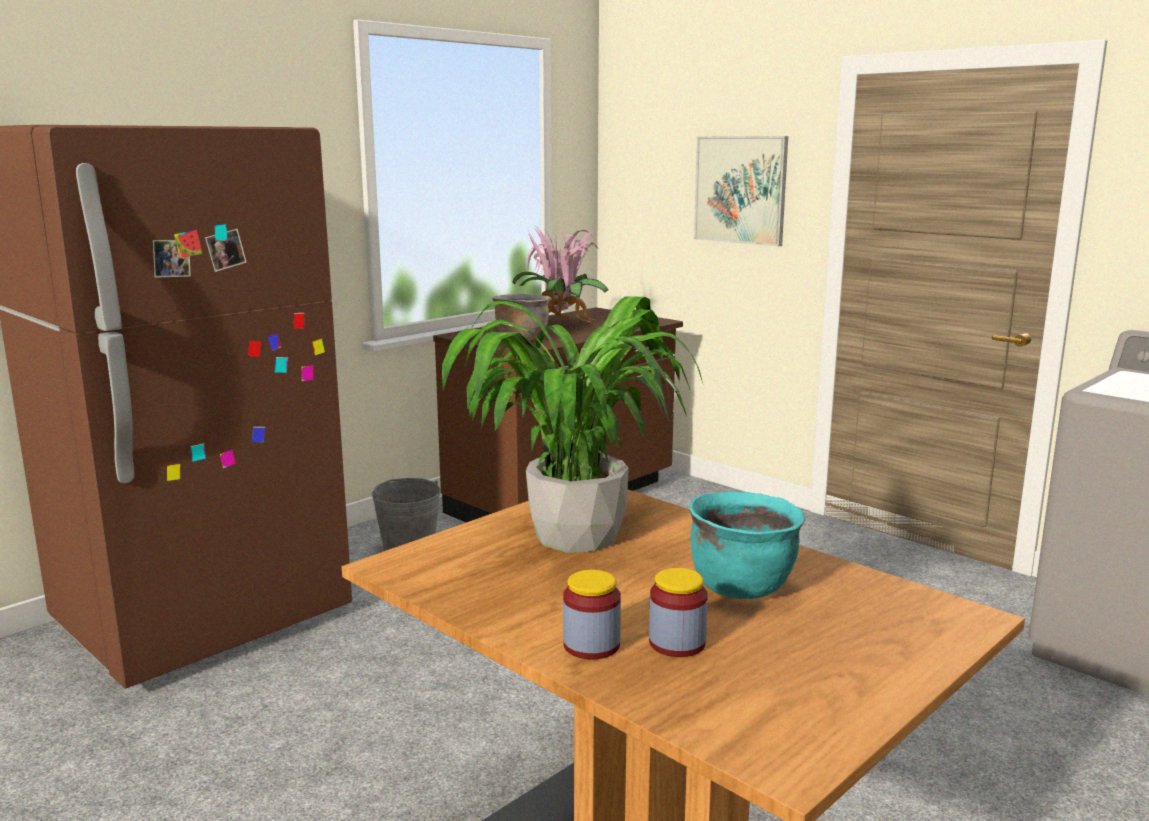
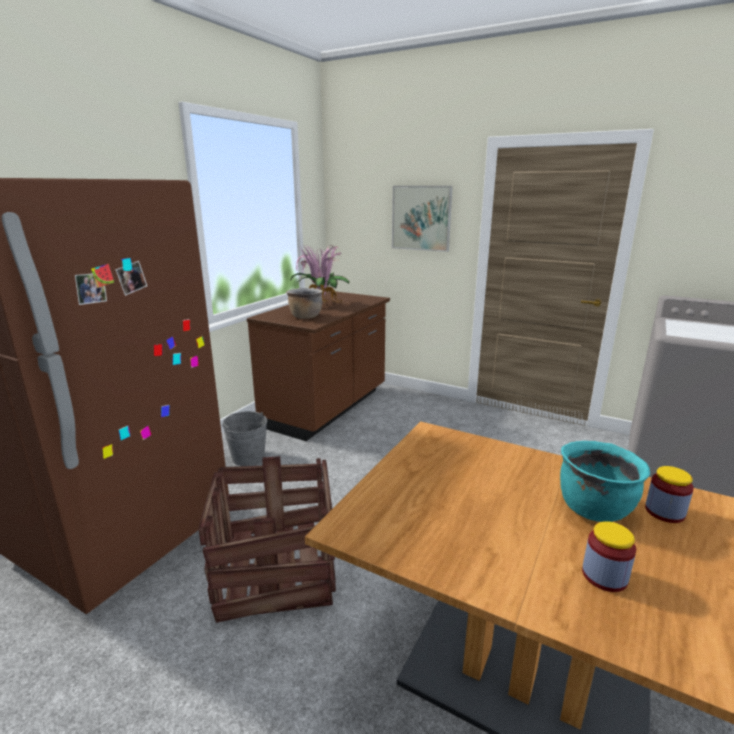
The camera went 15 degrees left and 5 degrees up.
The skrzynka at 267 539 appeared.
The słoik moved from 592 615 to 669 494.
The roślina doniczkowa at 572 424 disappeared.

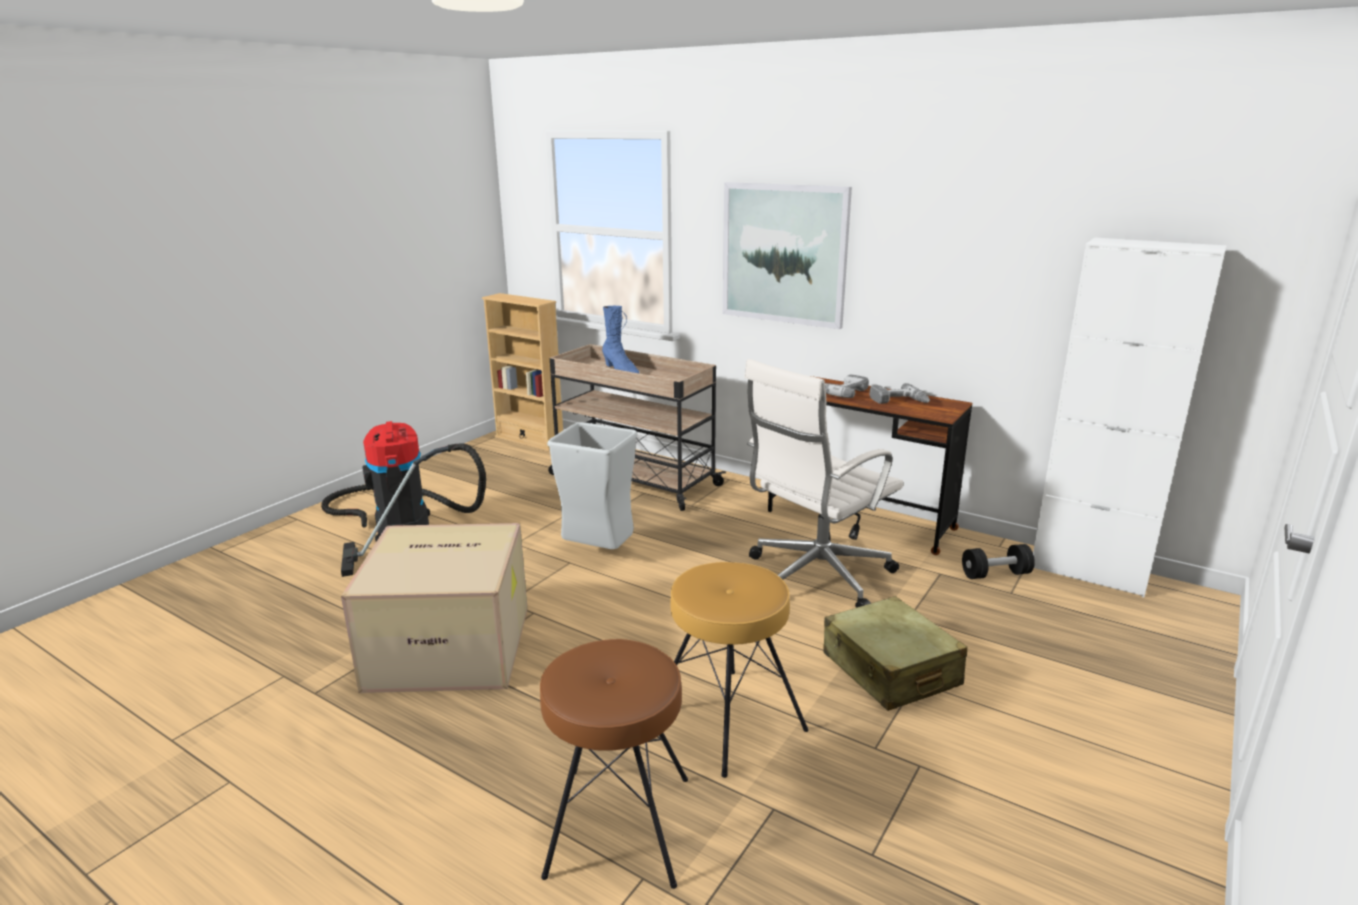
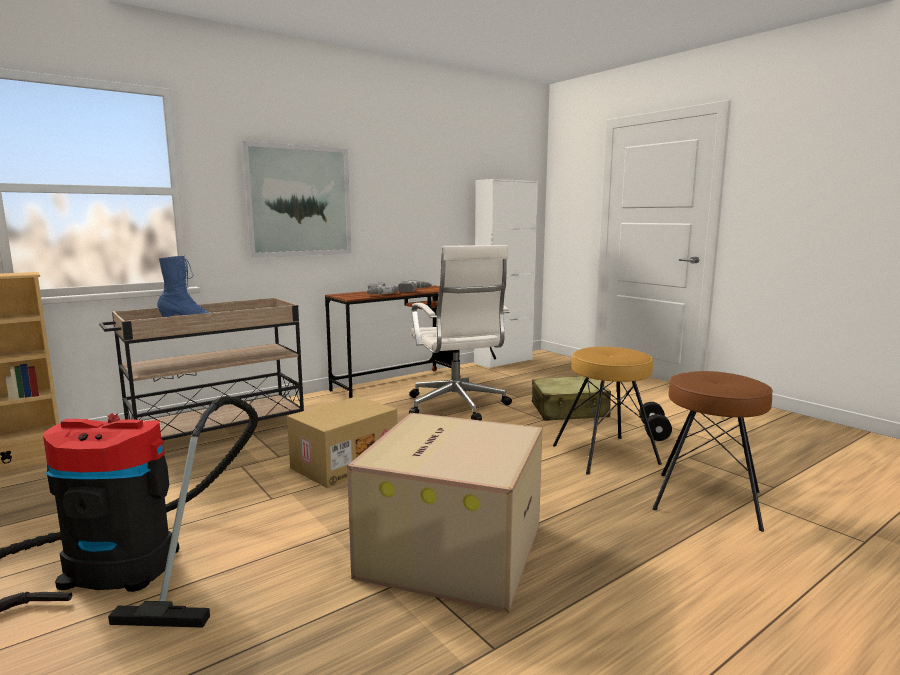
The camera went 70 degrees left and 10 degrees down.
The kosz na śmieci/szary at 592 485 was replaced by the karton at 342 442.
The hantel/czarny moved from 998 561 to 655 421.

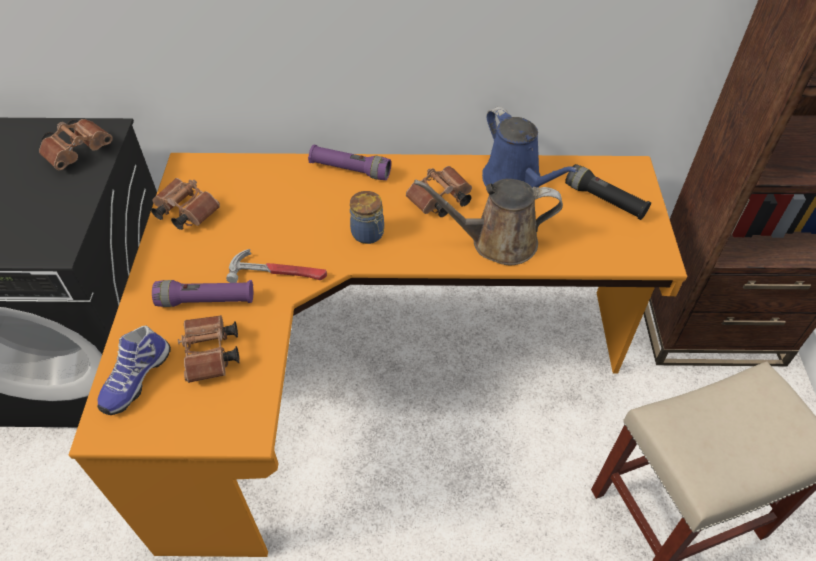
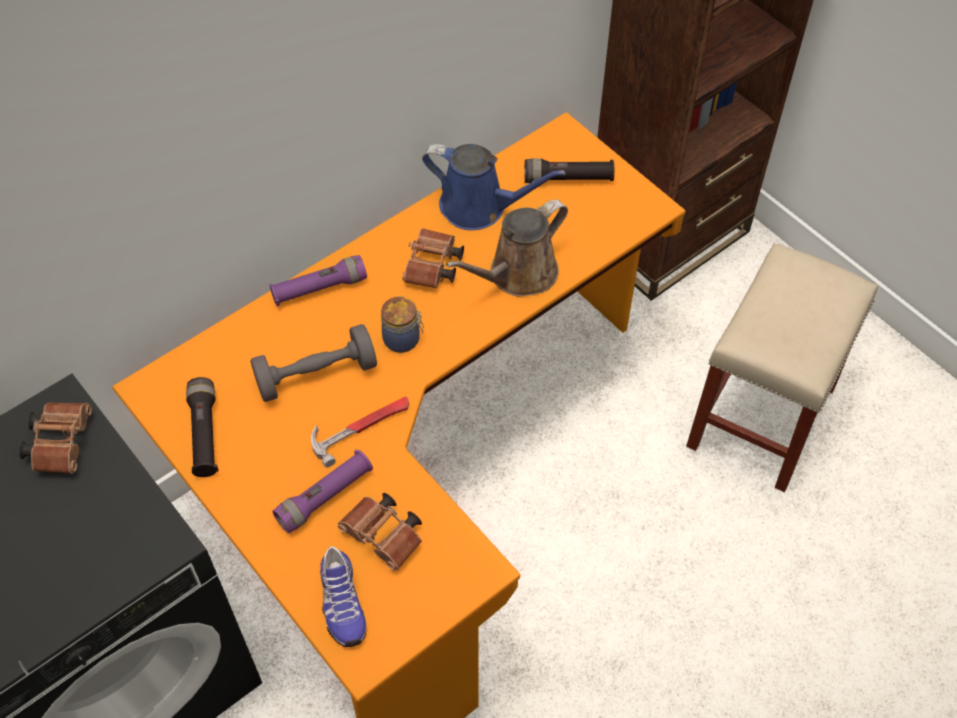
The camera went 40 degrees left and 5 degrees up.
The lornetka/brązowy at 185 204 was replaced by the latarka/czarny at 202 427.
The hantel/szary at 313 363 appeared.

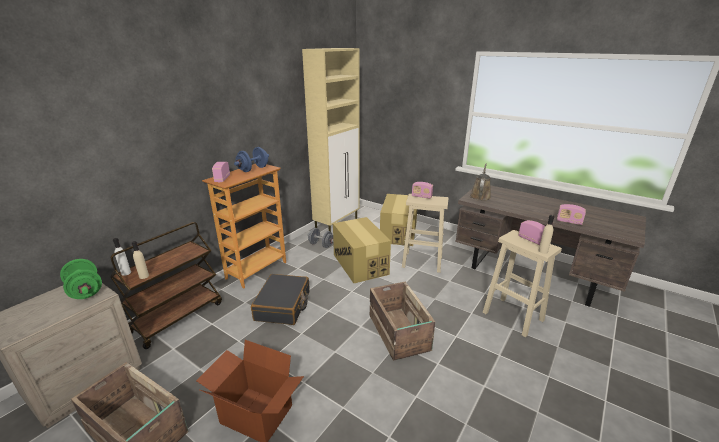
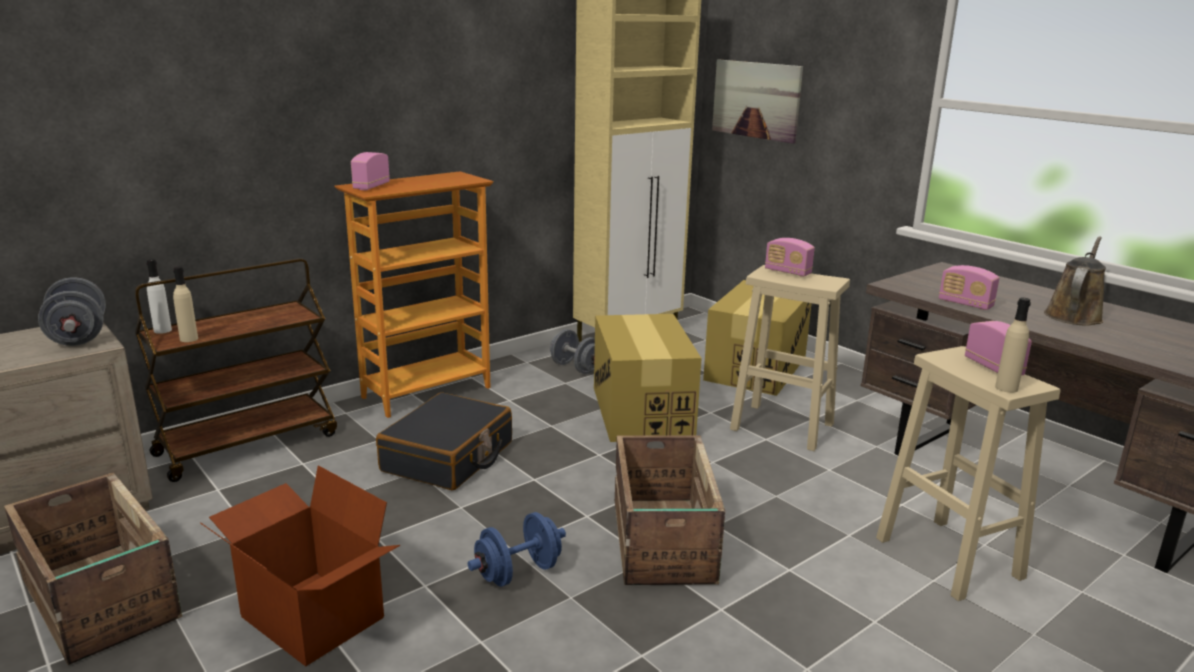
The camera went 15 degrees right and 5 degrees down.
The hantel/zielony at 81 279 became the hantel/szary at 72 311.
The hantel/niebieski moved from 251 159 to 517 549.
The obraz at 757 101 appeared.
The radio moved from 571 214 to 969 287.
The konewka/brązowy moved from 480 182 to 1075 281.

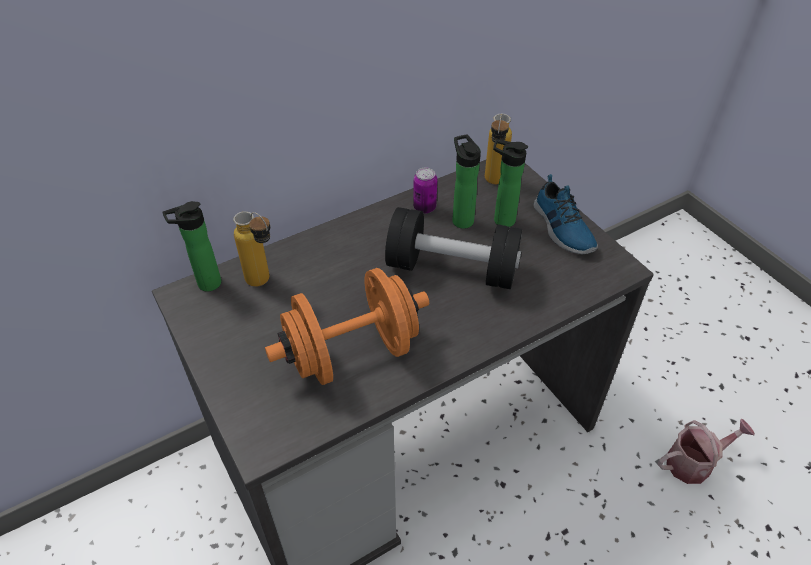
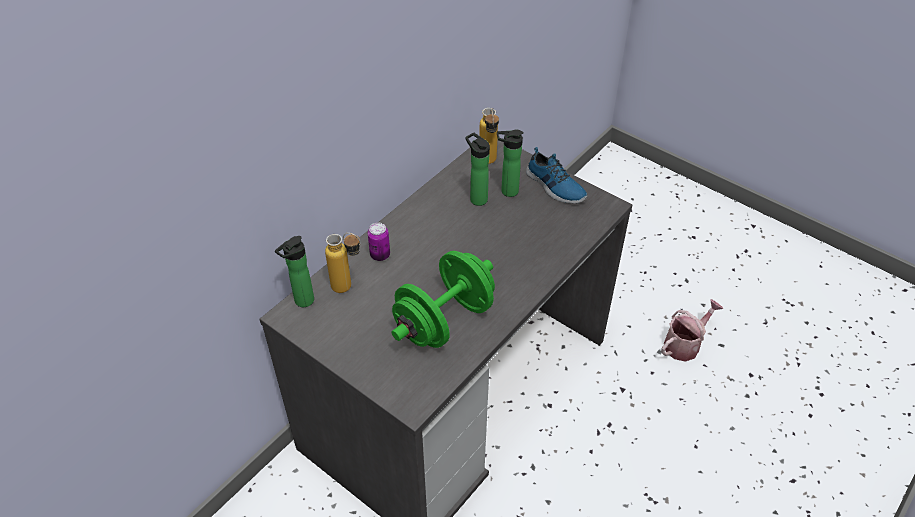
The camera went 20 degrees left and 0 degrees up.
The puszka moved from 425 191 to 379 241.
The hantel/pomarańczowy at 347 326 became the hantel/zielony at 443 299.
The hantel/czarny at 453 248 disappeared.

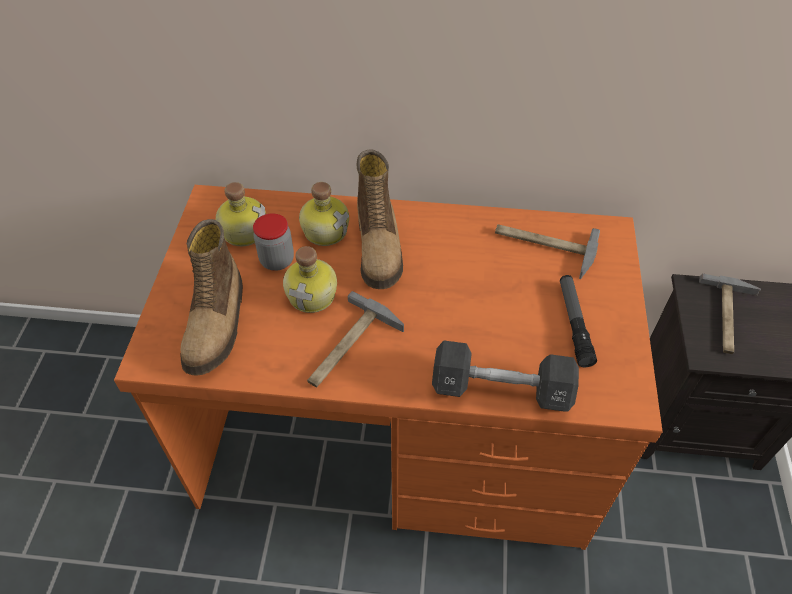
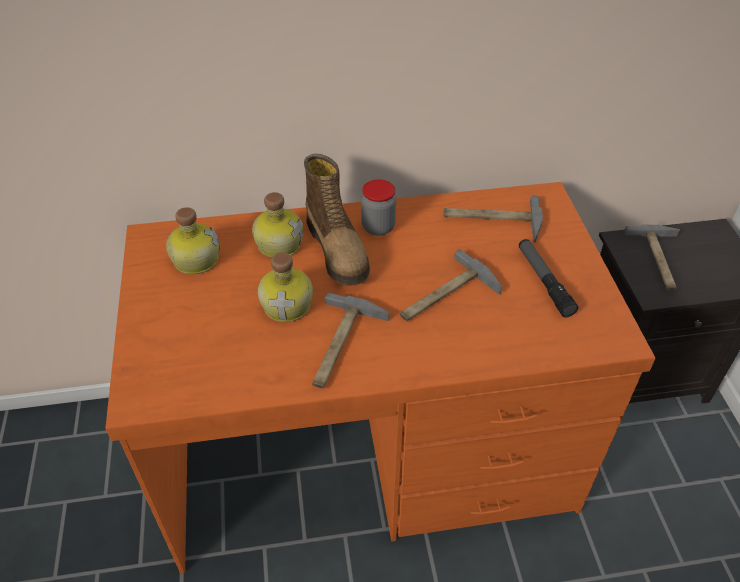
The camera went 15 degrees left and 5 degrees down.
The słoik moved from 273 242 to 378 208.
The młotek at 451 285 appeared.
The but z cholewką at 211 297 disappeared.
The hantel/czarny at 505 376 disappeared.

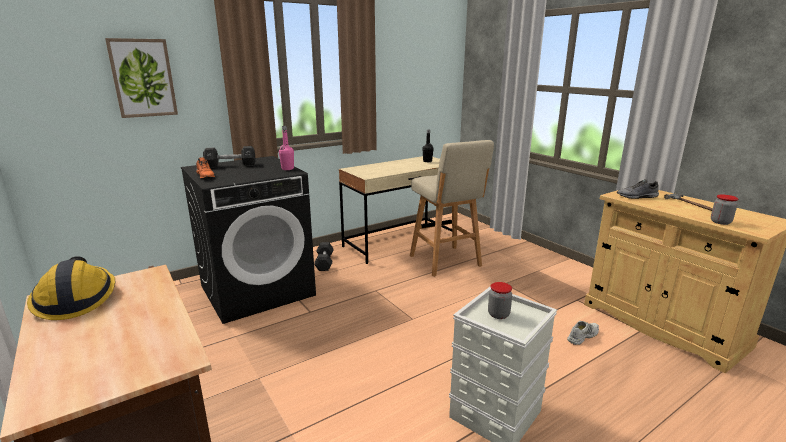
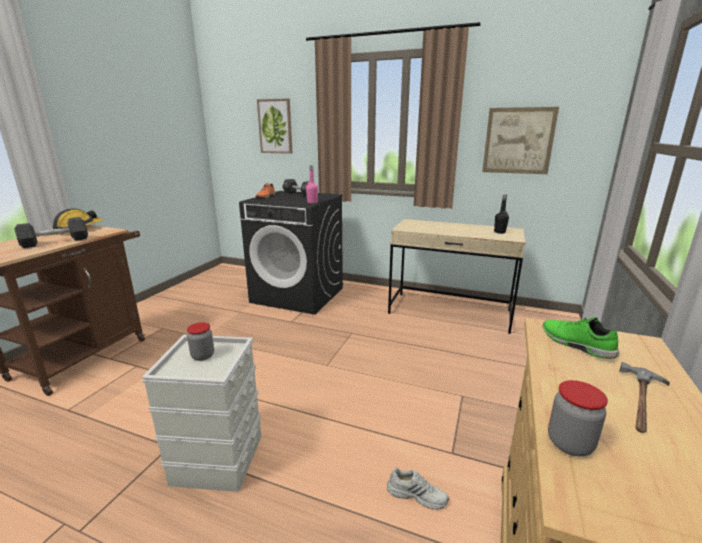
The camera went 55 degrees right and 0 degrees up.
The hantel/czarny moved from 323 256 to 51 232.
The obraz at 520 140 appeared.
The but/szary at 638 189 became the but/zielony at 580 338.
The stołek/beżowy at 452 208 disappeared.

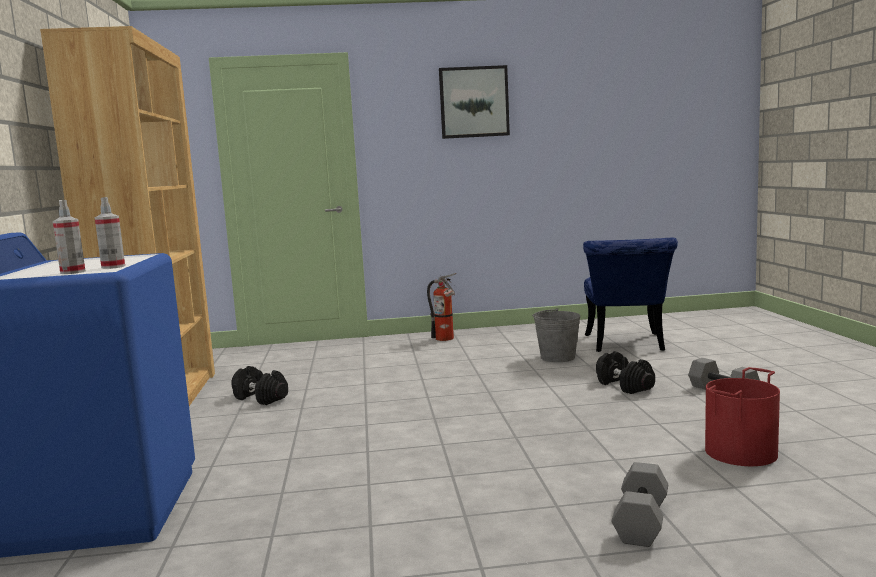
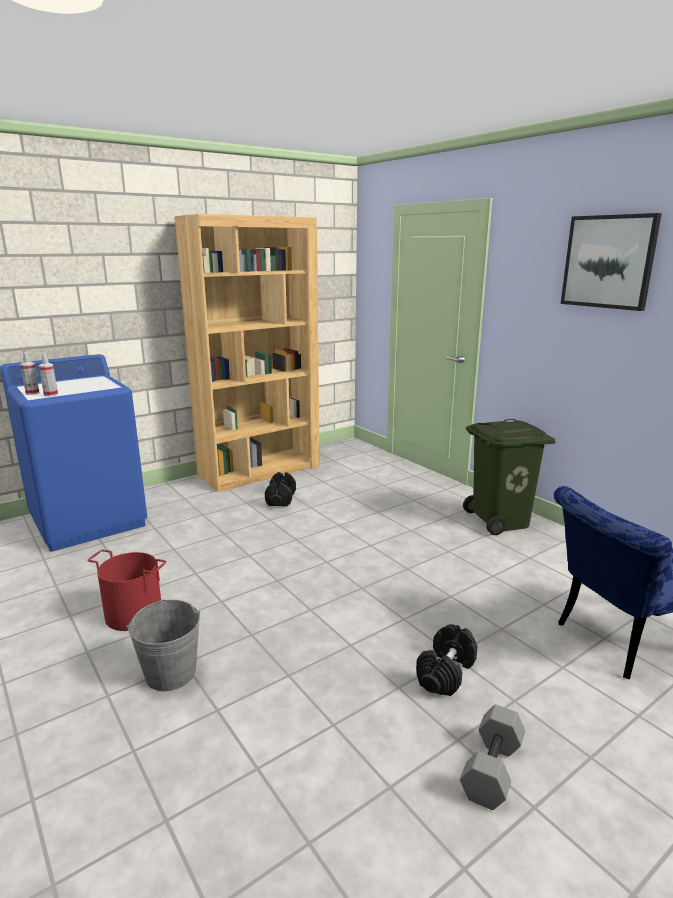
The camera went 60 degrees right and 10 degrees up.
The wiadro/czerwony moved from 742 416 to 126 590.
The wiadro/szary moved from 556 335 to 163 645.
The gaśnica at 441 307 was replaced by the kosz na śmieci/zielony at 509 477.
The hantel/szary at 640 504 disappeared.

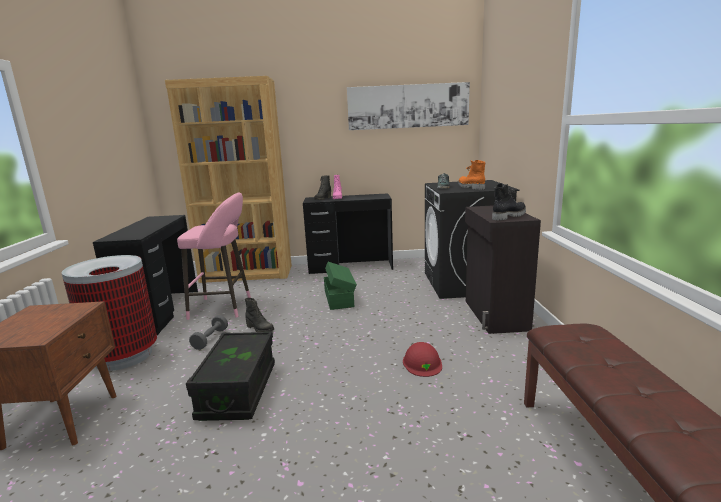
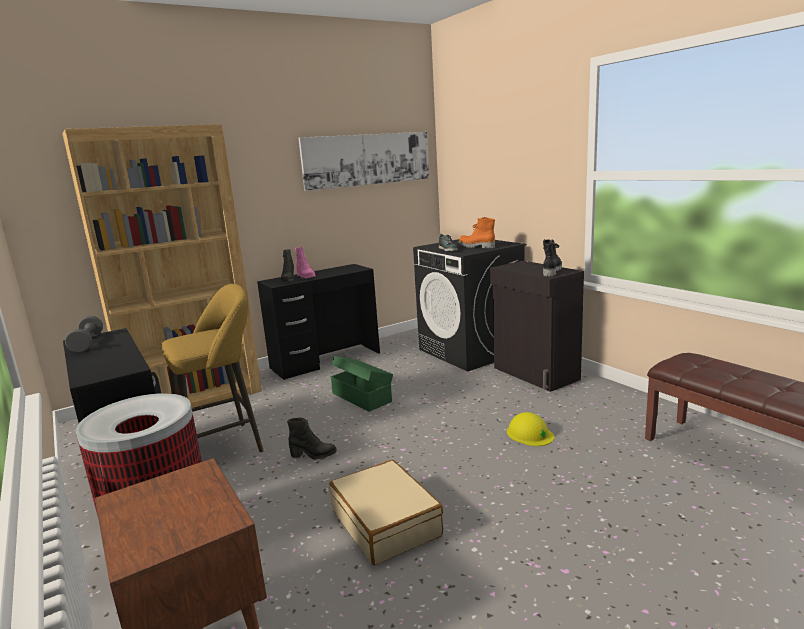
The camera went 30 degrees left and 0 degrees up.
The hantel/szary moved from 208 332 to 84 334.
The stołek/różowy at 214 256 became the stołek/żółty at 213 368.
The pojemnik do przechowywania/czarny at 230 376 was replaced by the walizka/beżowy at 386 512.
The kask/czerwony at 422 359 became the kask/żółty at 530 429.

